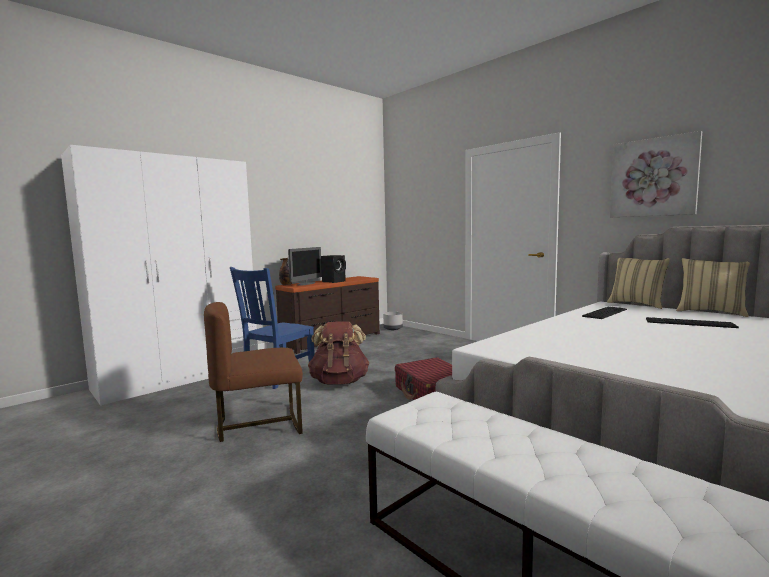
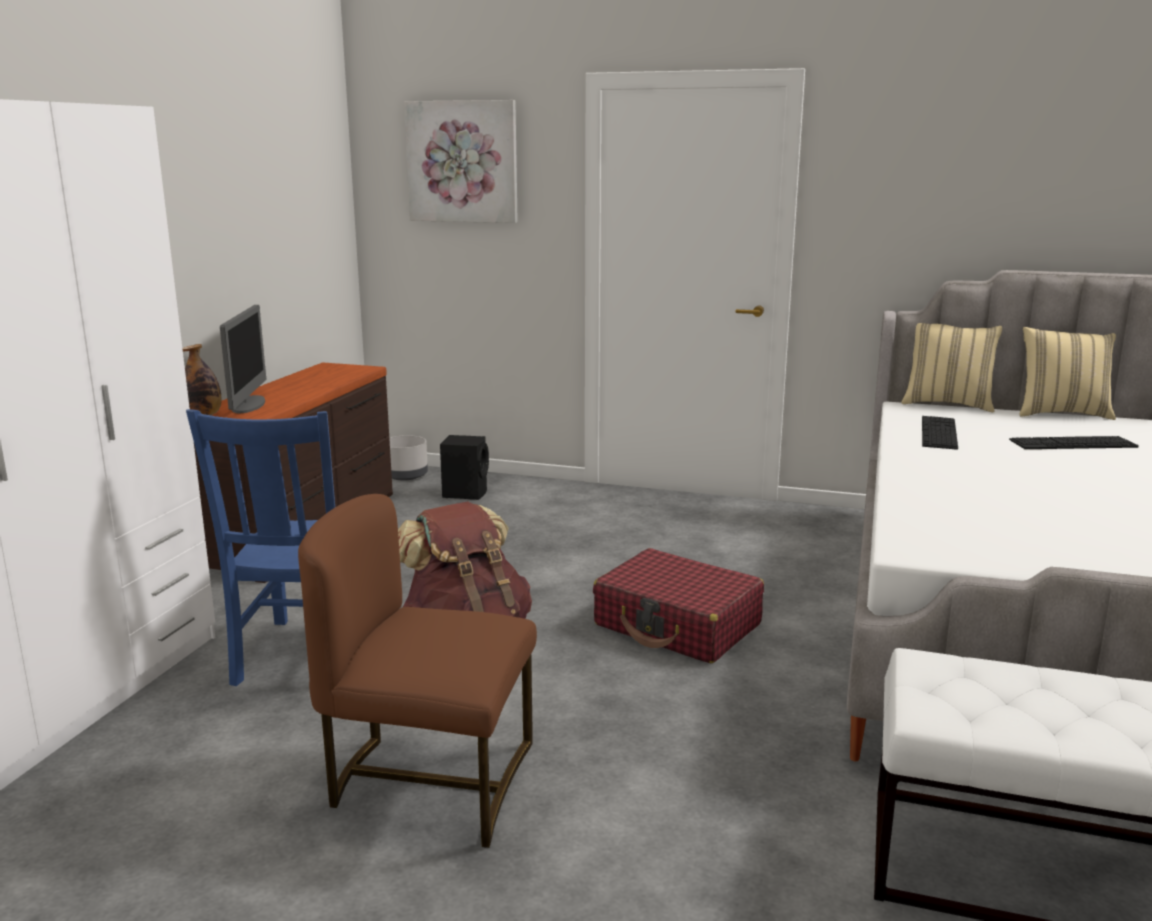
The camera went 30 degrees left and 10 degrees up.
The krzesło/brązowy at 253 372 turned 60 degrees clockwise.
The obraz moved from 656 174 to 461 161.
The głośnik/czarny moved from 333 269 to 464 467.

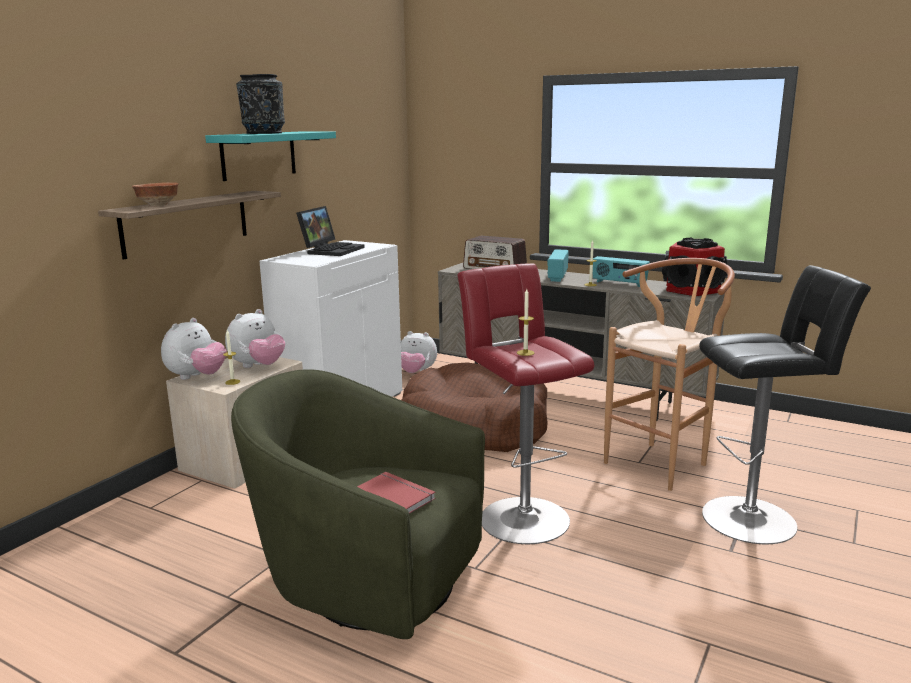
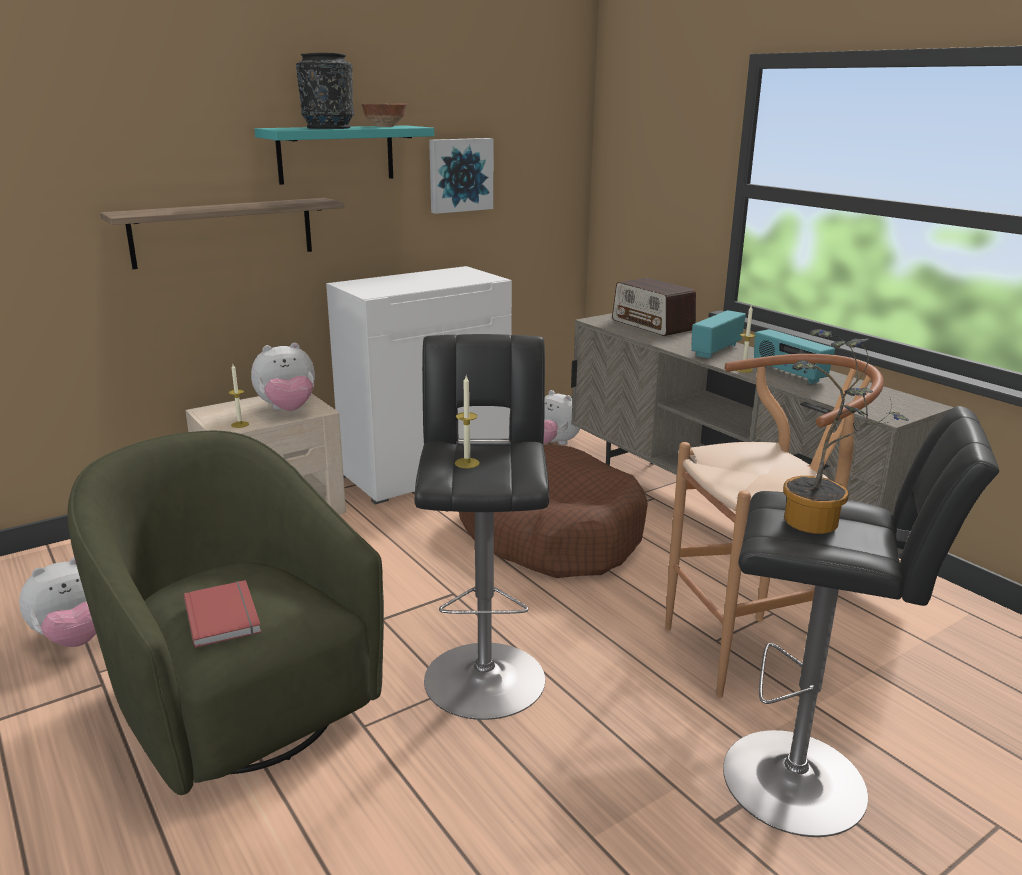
The camera went 25 degrees right and 5 degrees up.
The pluszak moved from 194 349 to 57 602.
The miska moved from 155 194 to 384 115.
The stołek/czerwony at 525 403 became the stołek/czarny at 481 527.
The obraz at 461 176 appeared.
The roślina doniczkowa at 846 431 appeared.
The laptop at 330 231 disappeared.
The głośnik at 695 267 disappeared.

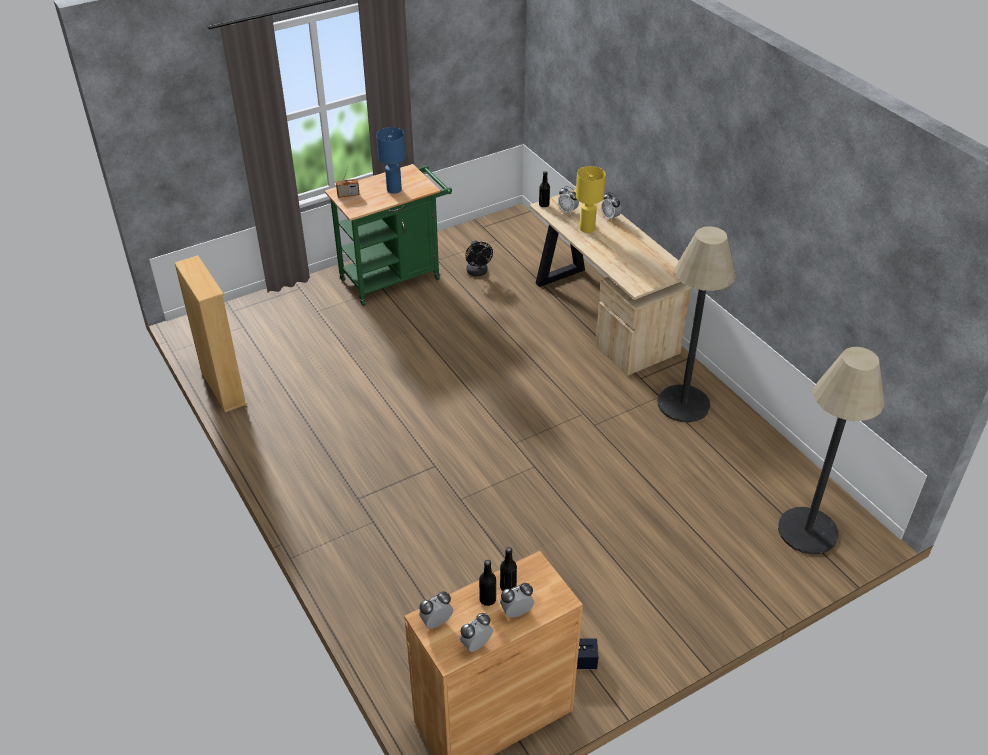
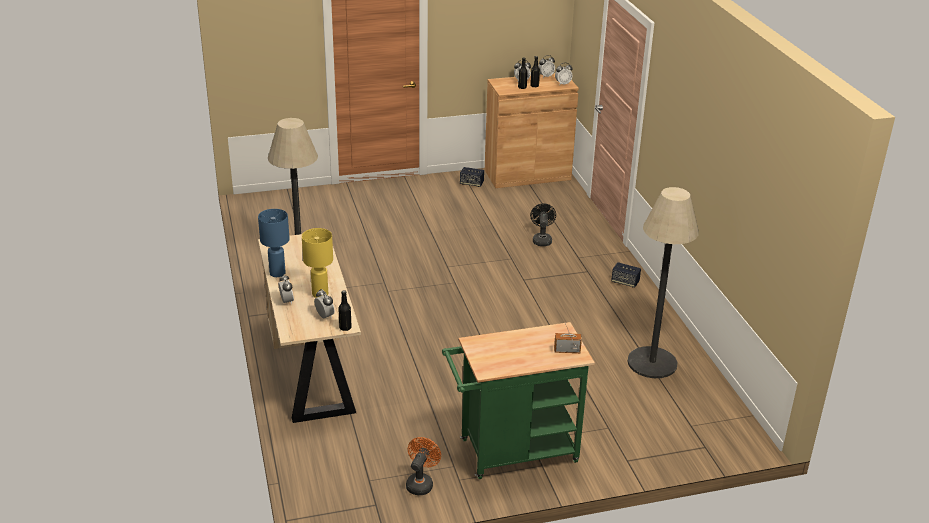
The camera went 165 degrees left and 10 degrees down.
The lampa stołowa/niebieski moved from 391 160 to 274 243.
The wentylator/pomarańczowy at 423 466 appeared.
The wentylator/czarny moved from 479 259 to 543 225.
The głośnik at 626 275 appeared.
The lampa stojąca moved from 831 450 to 663 282.
The regał/beżowy at 211 333 disappeared.

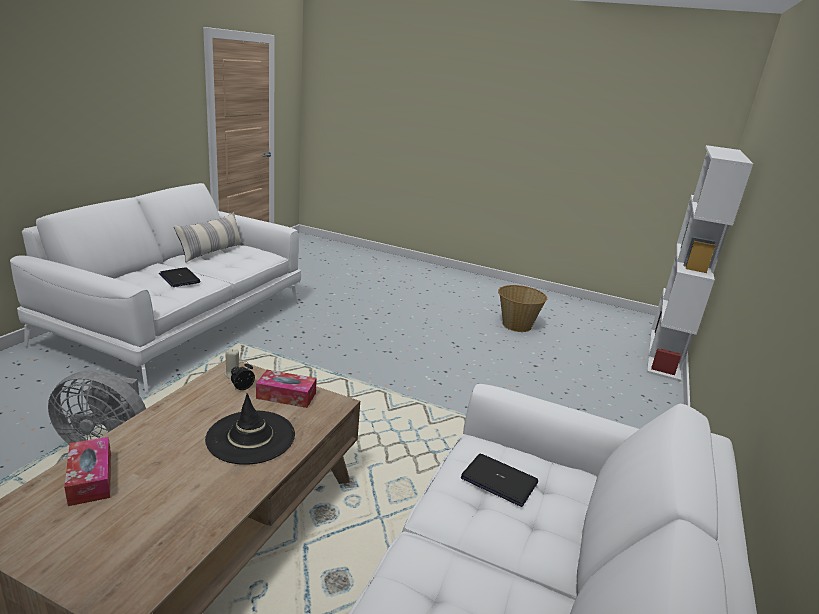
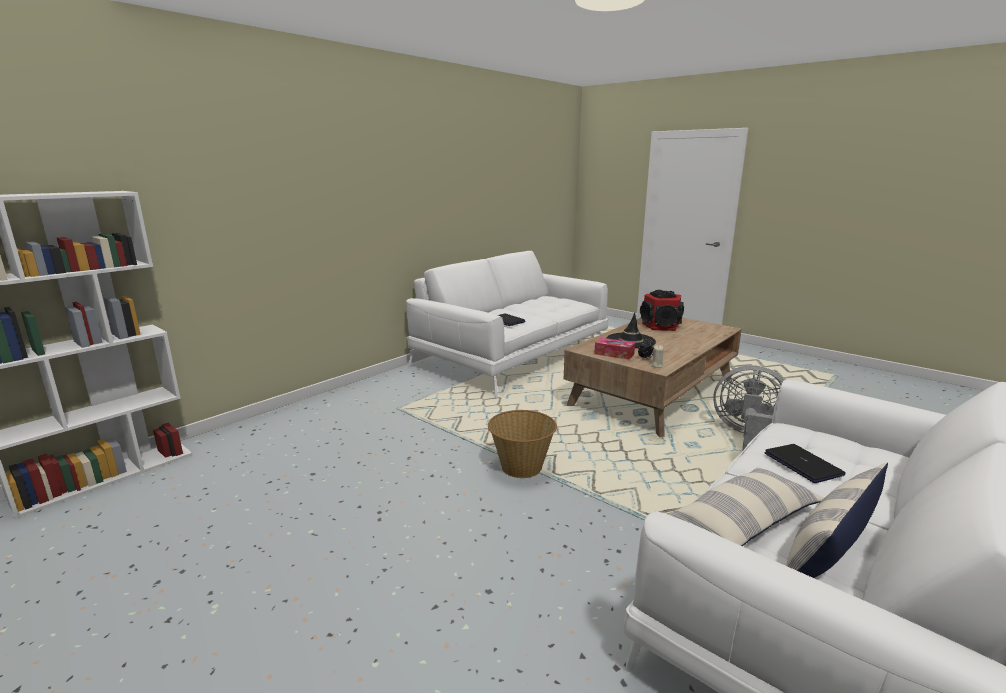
The camera went 160 degrees left and 5 degrees down.
The koszyk moved from 522 308 to 522 444.
The głośnik at 662 310 appeared.
The poduszka at 745 506 appeared.
The pudełko chusteczek at 87 471 disappeared.

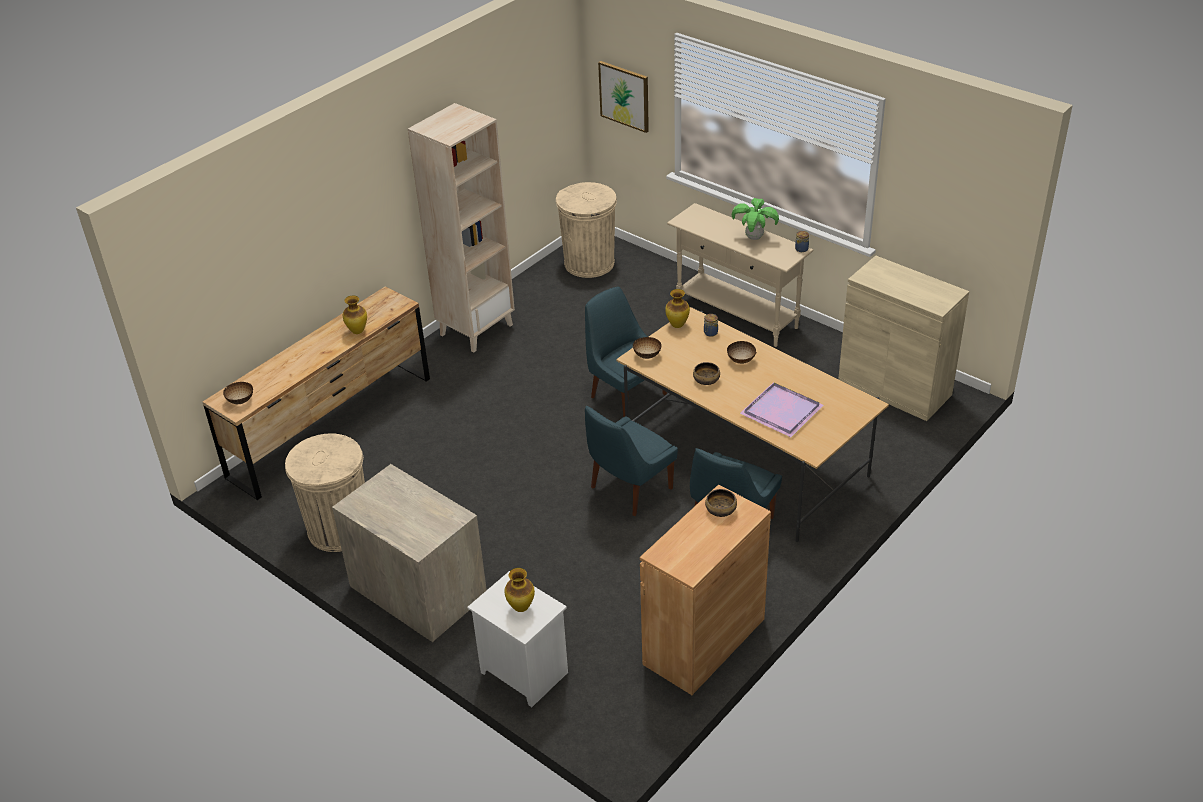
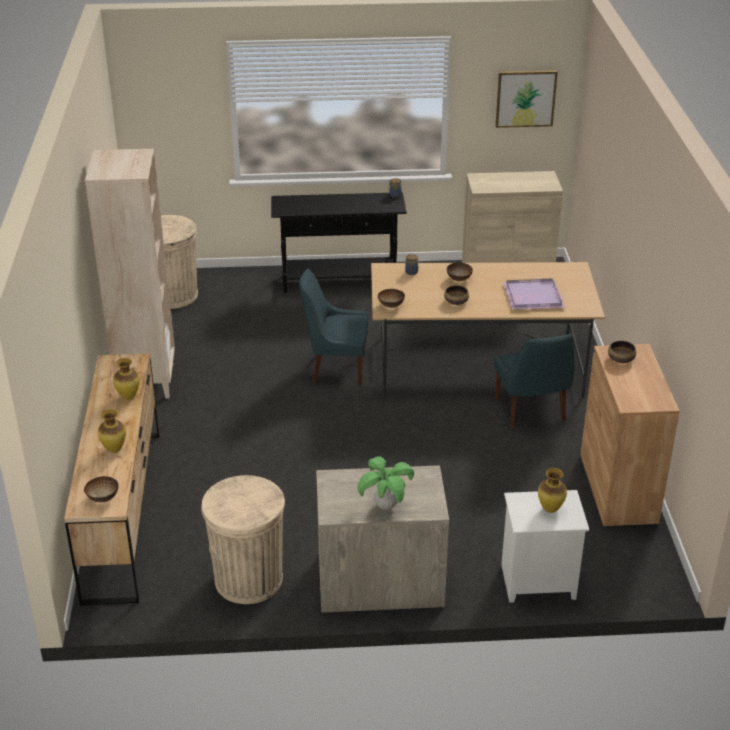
The camera went 45 degrees left and 5 degrees down.
The wazon moved from 677 308 to 112 431.
The stolik konsolowy/beżowy at 740 275 became the stolik konsolowy/czarny at 339 242.
The roślina doniczkowa moved from 755 219 to 385 483.
The obraz moved from 623 97 to 527 99.
The krzesło/niebieski at 631 461 disappeared.

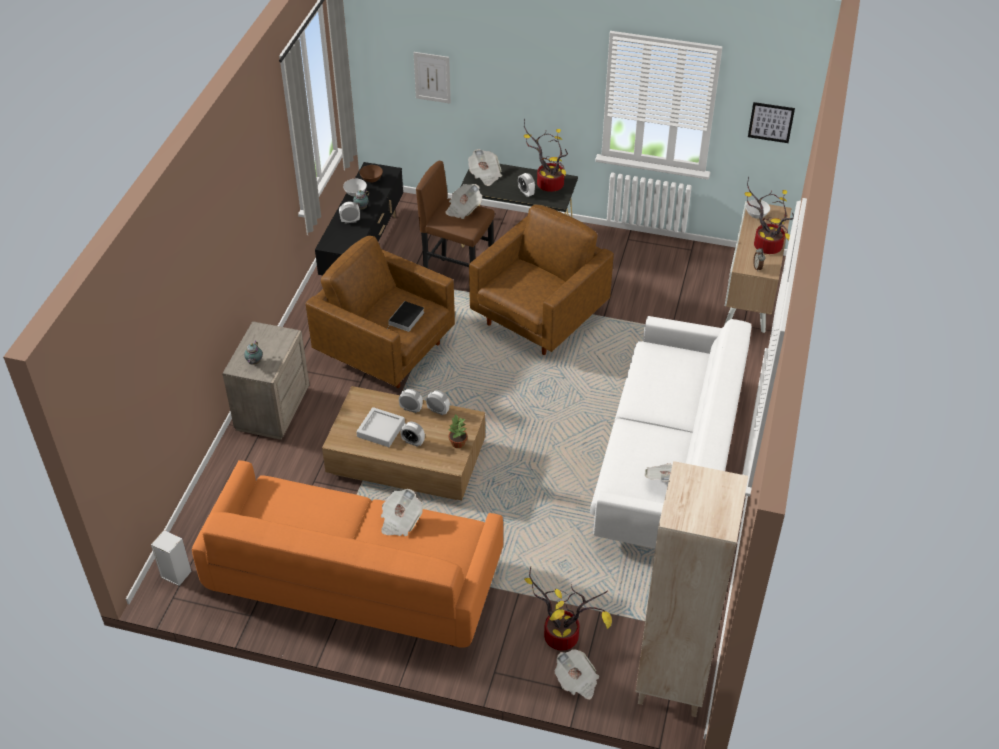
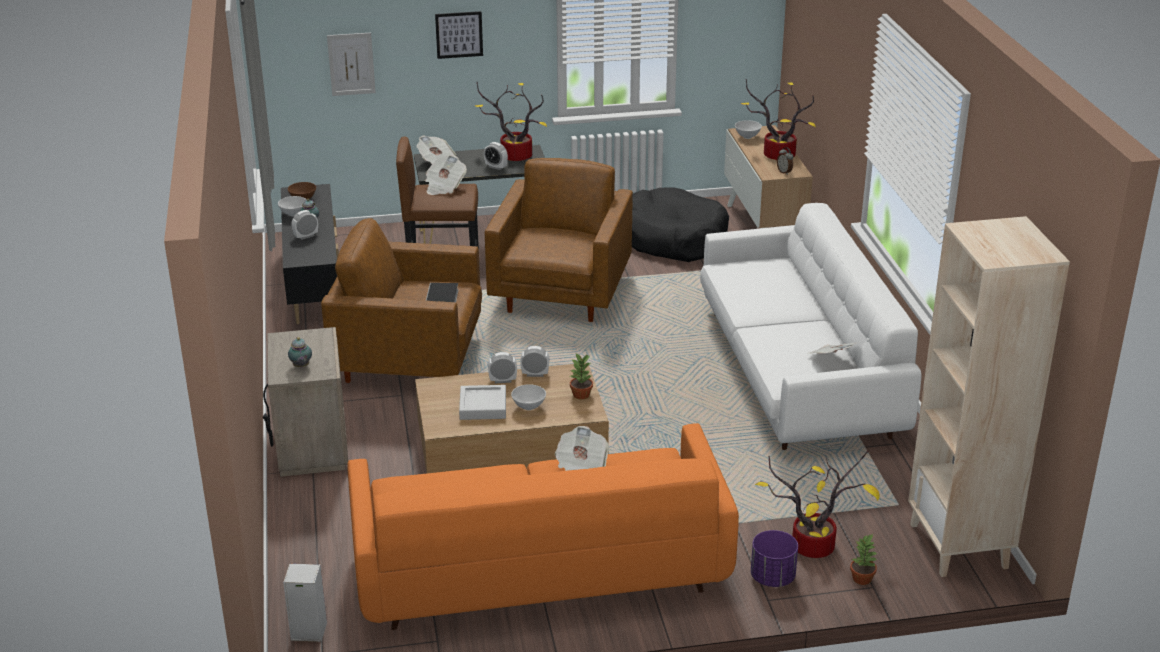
The camera went 25 degrees left and 15 degrees down.
The obraz moved from 771 122 to 459 35.
The budzik at 412 434 was replaced by the miska/biały at 528 397.
The legowisko/czarny at 680 224 appeared.
The donica/fioletowy at 774 558 appeared.
The gazeta at 577 674 was replaced by the roślina doniczkowa at 863 559.

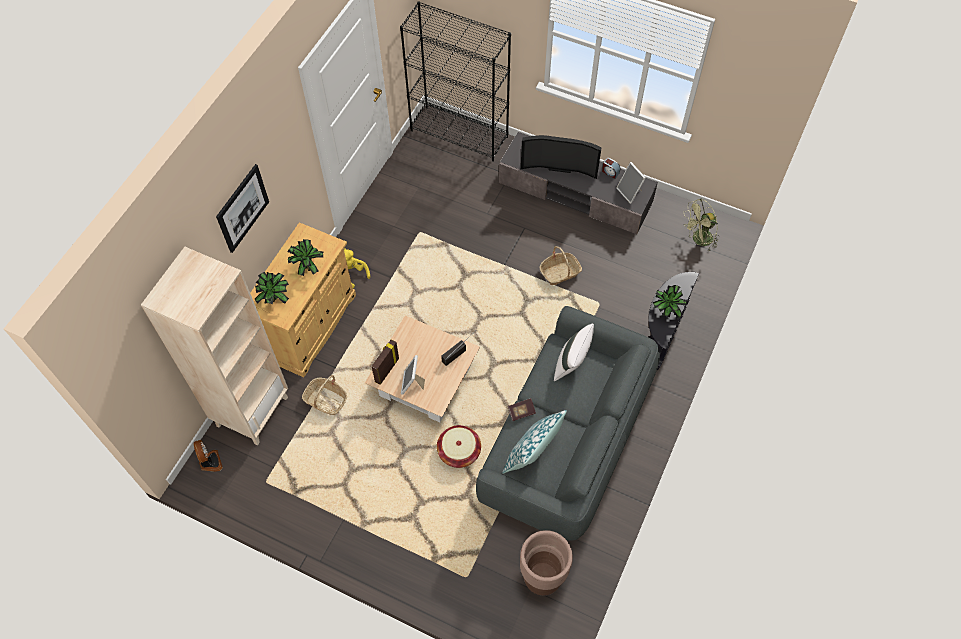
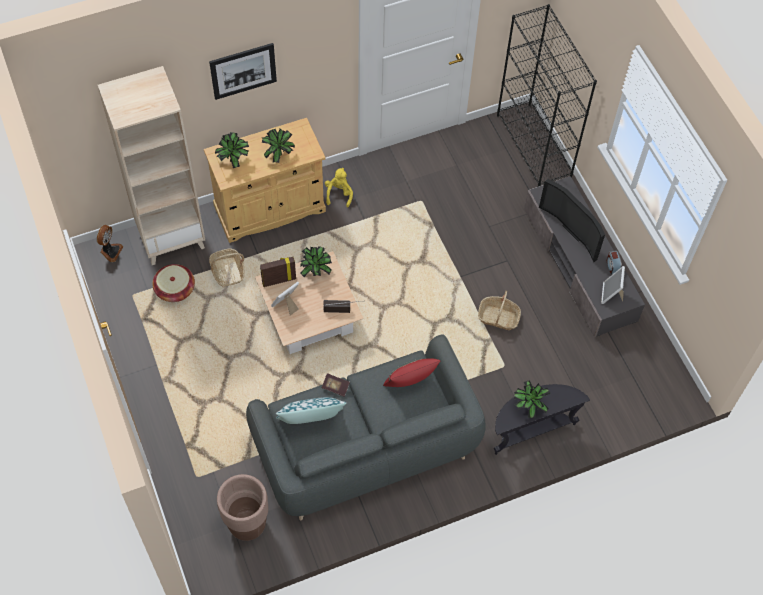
The camera went 40 degrees right and 0 degrees up.
The koszyk moved from 459 446 to 173 283.
The roślina doniczkowa at 316 261 appeared.
The poduszka/biały at 574 352 became the poduszka/czerwony at 411 373.
The wentylator/zielony at 702 225 disappeared.

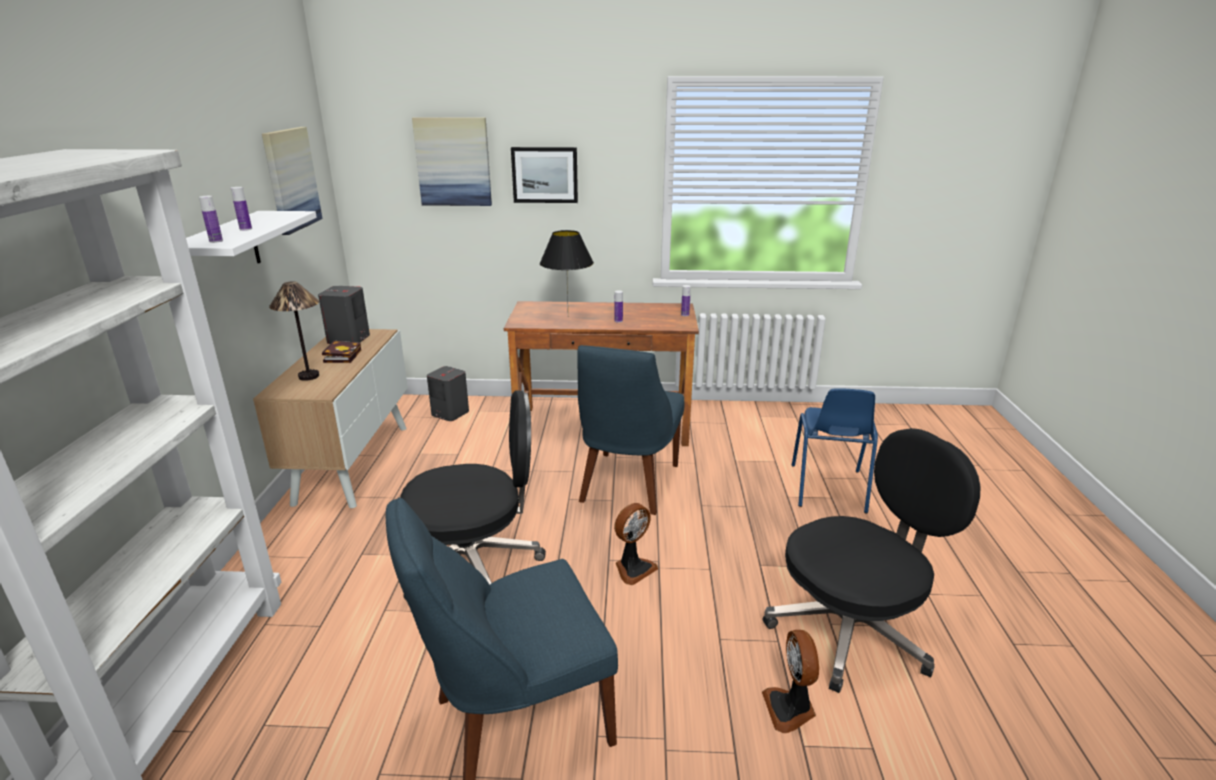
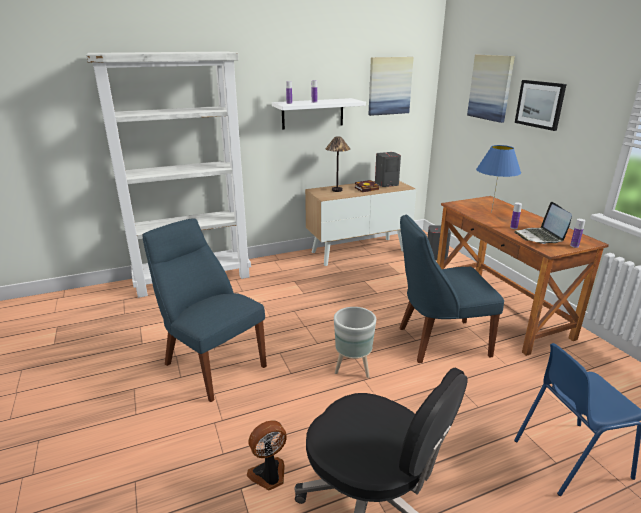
The camera went 65 degrees right and 0 degrees up.
The wentylator at 636 544 was replaced by the donica/szary at 355 342.
The lampa stołowa/czarny at 567 269 became the lampa stołowa/niebieski at 498 179.
The laptop at 543 223 appeared.
The krzesło biurowe/czarny at 473 496 disappeared.

